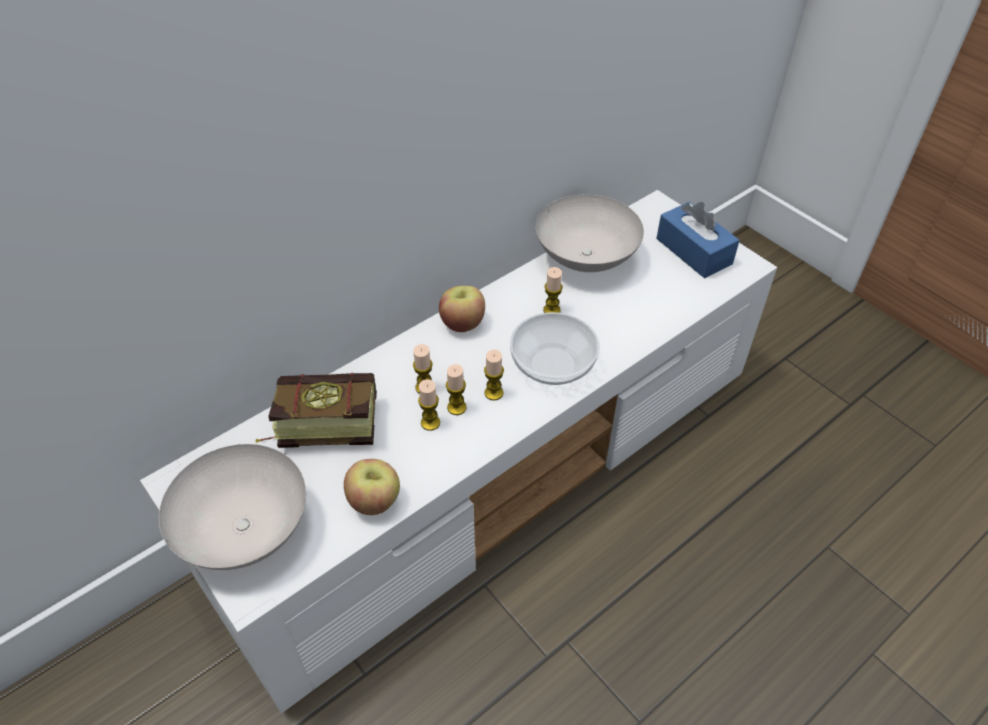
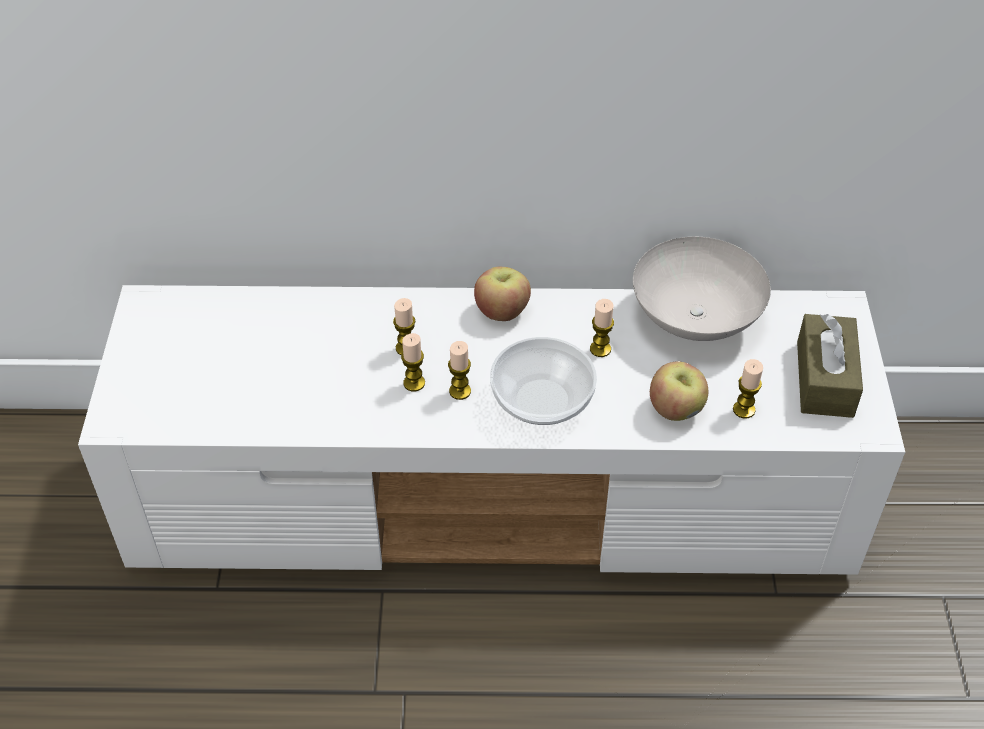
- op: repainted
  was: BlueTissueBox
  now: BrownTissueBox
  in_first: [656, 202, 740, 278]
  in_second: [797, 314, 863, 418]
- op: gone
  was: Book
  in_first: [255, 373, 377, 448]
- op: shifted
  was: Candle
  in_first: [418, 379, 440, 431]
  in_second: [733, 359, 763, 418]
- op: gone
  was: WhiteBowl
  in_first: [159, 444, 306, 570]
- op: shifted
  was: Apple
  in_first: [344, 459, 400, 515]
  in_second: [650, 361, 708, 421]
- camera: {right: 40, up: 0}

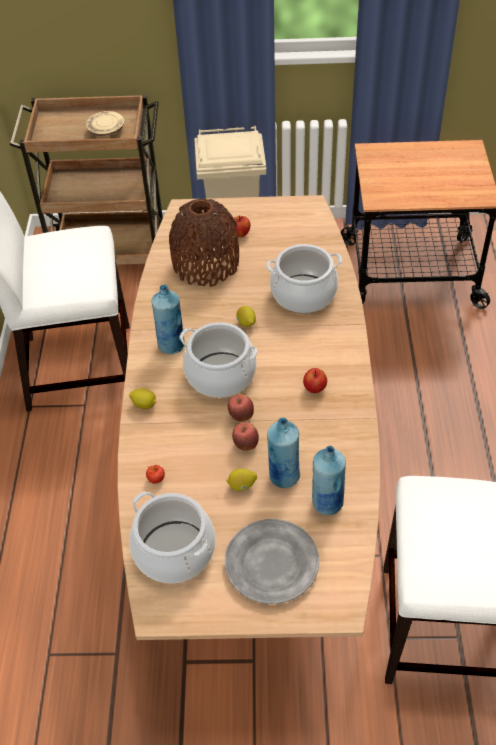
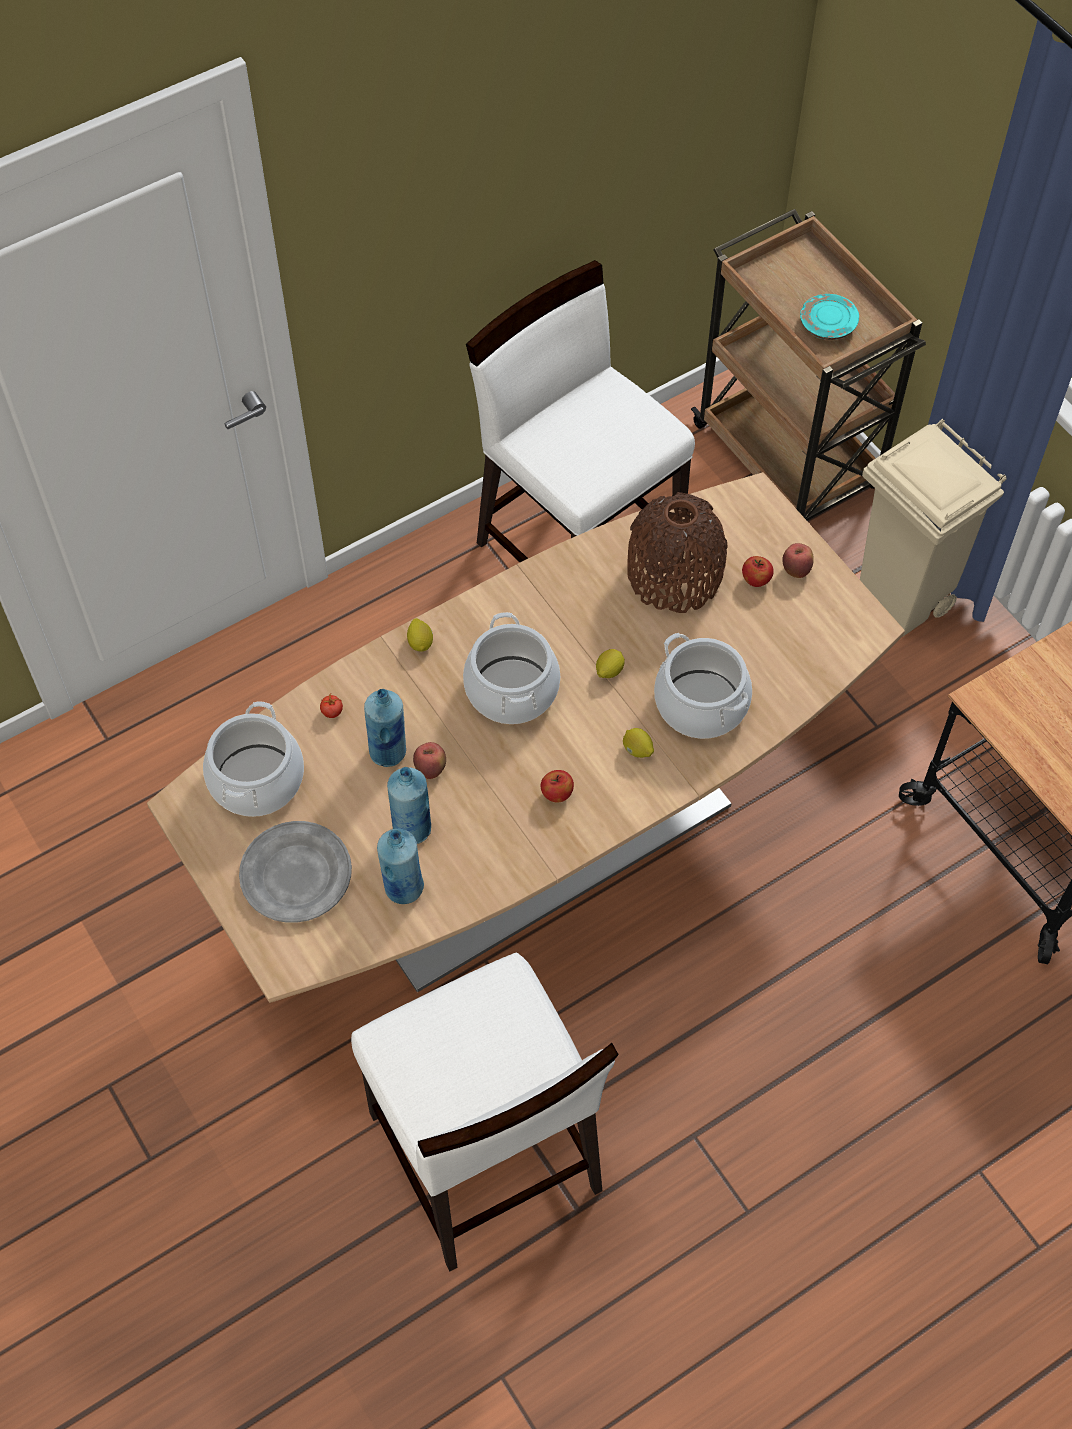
- op: repainted
  was: BeigePlate
  now: TurquoisePlate
  in_first: [86, 111, 124, 136]
  in_second: [800, 294, 859, 340]
- op: shifted
  was: BlueBottle
  in_first: [152, 284, 185, 354]
  in_second: [364, 689, 406, 767]
- op: shifted
  was: Apple
  in_first: [228, 394, 254, 422]
  in_second: [782, 543, 814, 578]
- op: shifted
  was: Lemon
  in_first: [227, 469, 257, 491]
  in_second: [623, 728, 654, 758]
- camera: {right: 55, up: 10}

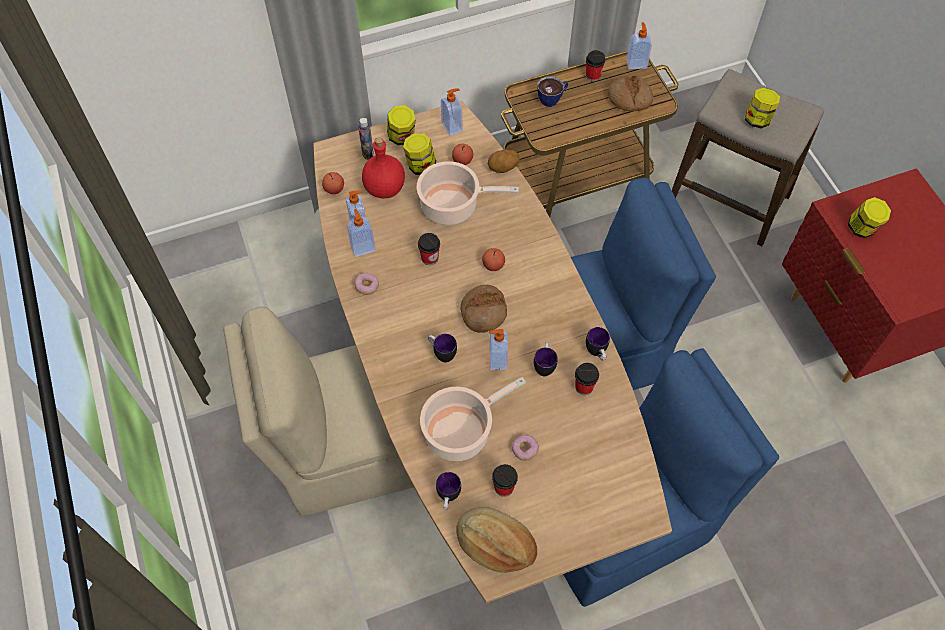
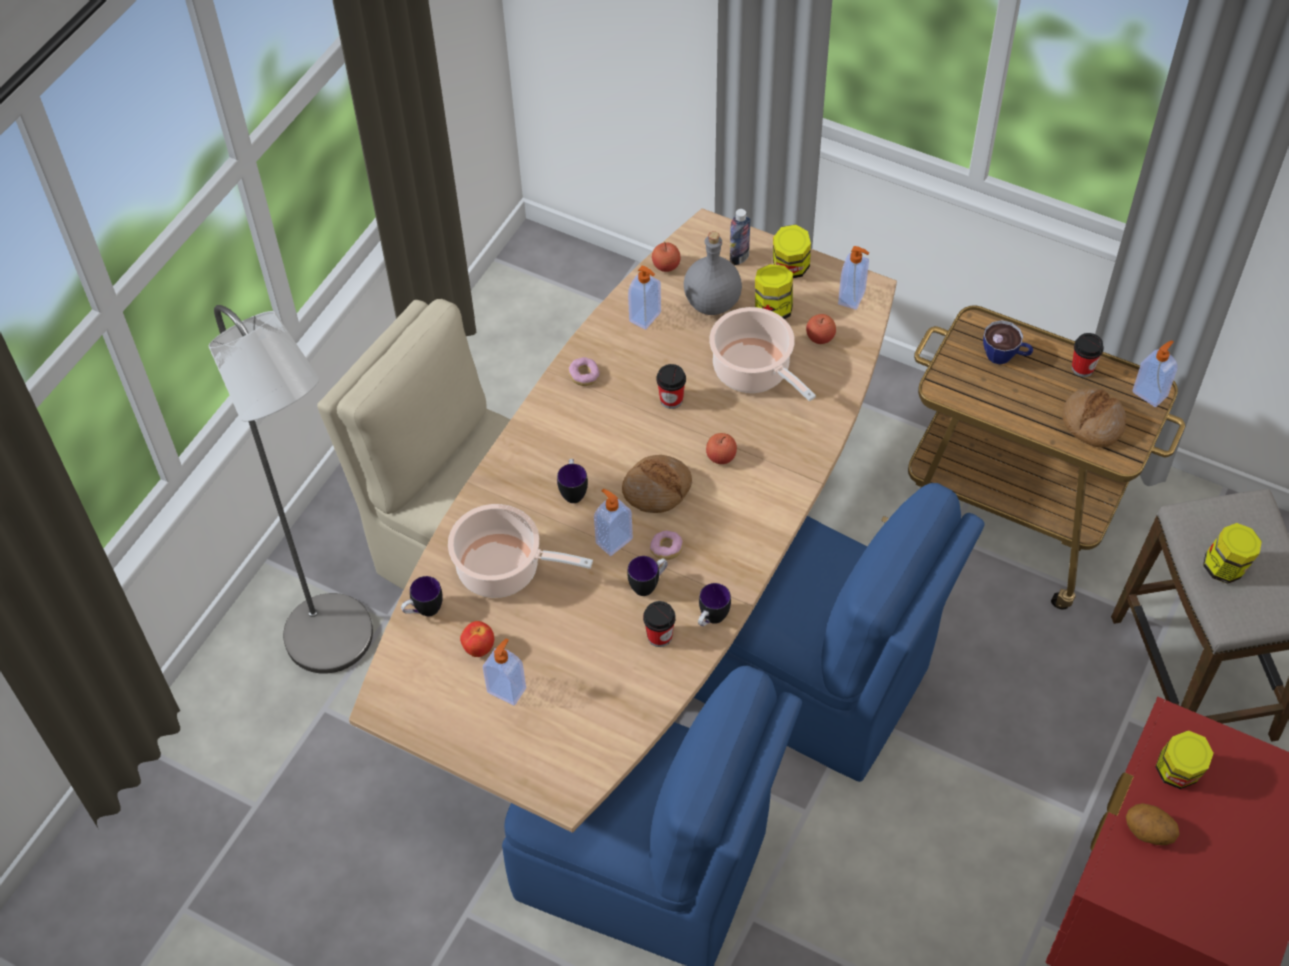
- op: repainted
  was: RedBottle
  now: GreyBottle
  in_first: [362, 137, 405, 198]
  in_second: [684, 231, 742, 315]
- op: shifted
  was: Potato
  in_first: [488, 150, 520, 173]
  in_second: [1126, 803, 1179, 845]
- op: shifted
  was: SoapDispenser
  in_first: [347, 209, 376, 257]
  in_second: [483, 638, 526, 706]
- op: shifted
  was: Donut
  in_first: [512, 435, 539, 461]
  in_second: [650, 530, 683, 560]
- op: swapped
  was: Cup
  now: Apple
  in_first: [492, 464, 518, 497]
  in_second: [460, 621, 494, 657]
- op: gone
  was: Bread
  in_first: [456, 507, 537, 573]
- op: new
  now: GreyFloorLamp
  in_second: [209, 305, 373, 674]
- camera: {right: 50, up: -5}

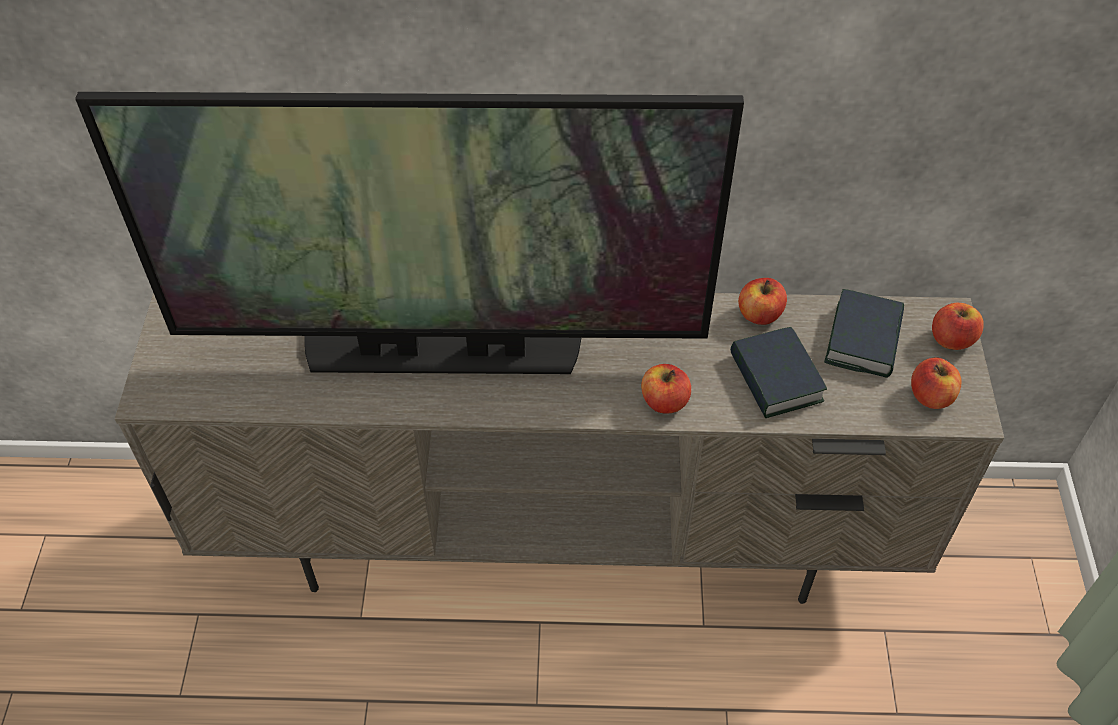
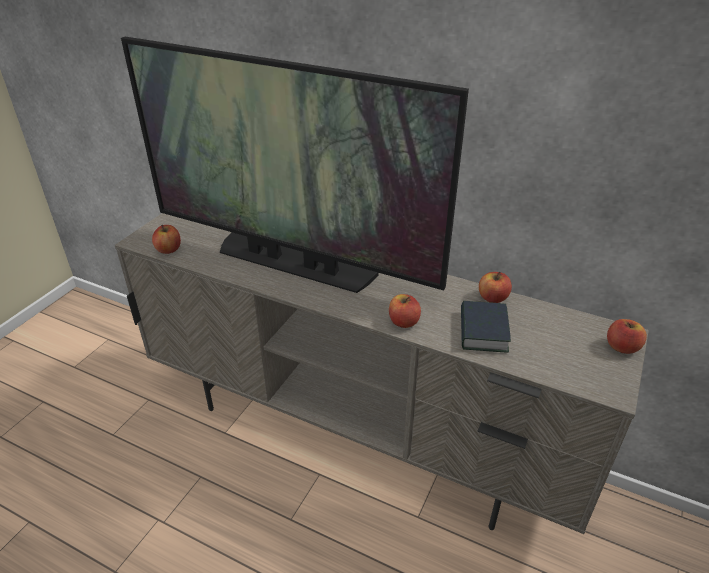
- op: gone
  was: Book
  in_first: [824, 289, 904, 378]
- op: shifted
  was: Apple
  in_first: [911, 357, 962, 409]
  in_second: [152, 225, 181, 254]
- camera: {right: 25, up: -15}

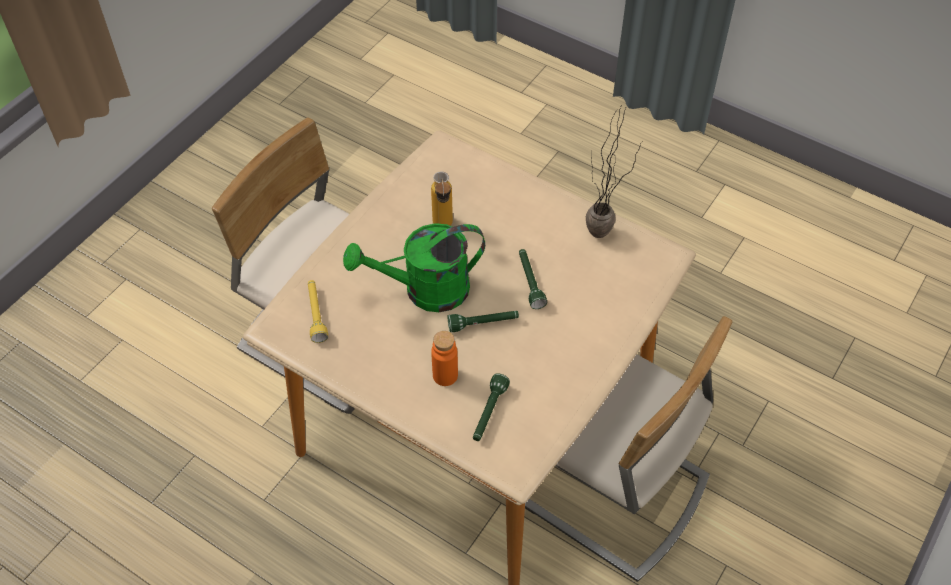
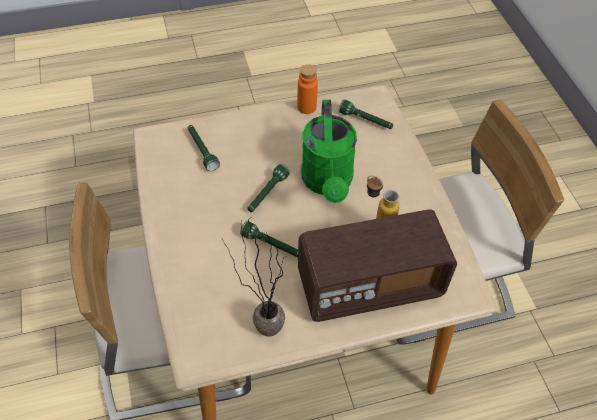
- op: rotated
  was: GreenWateringCan
  in_first: [343, 223, 485, 312]
  in_second: [301, 100, 357, 203]
  clockwise: 150
- op: repainted
  was: YellowFlashlight
  now: GreenFlashlight
  in_first: [308, 280, 328, 343]
  in_second: [339, 100, 393, 129]
- op: shifted
  was: OrangeBottle
  in_first: [431, 331, 458, 386]
  in_second: [297, 64, 318, 114]
- op: new
  now: Radio
  in_second: [298, 210, 457, 322]
- camera: {right: 130, up: 0}

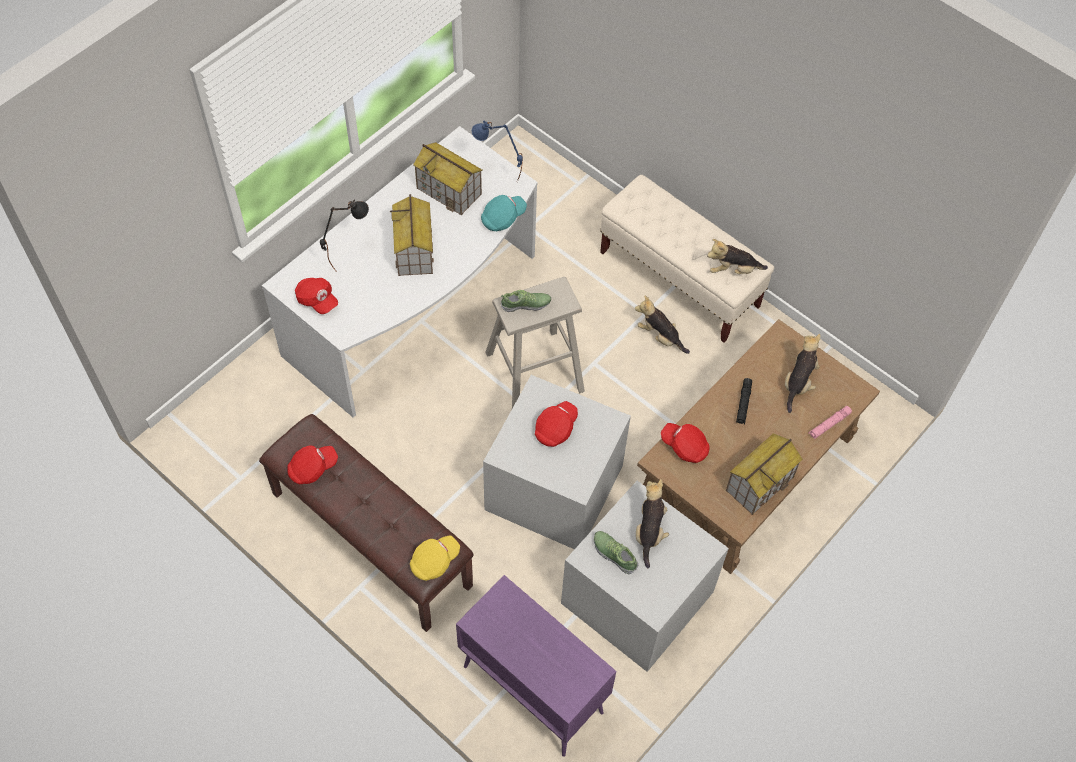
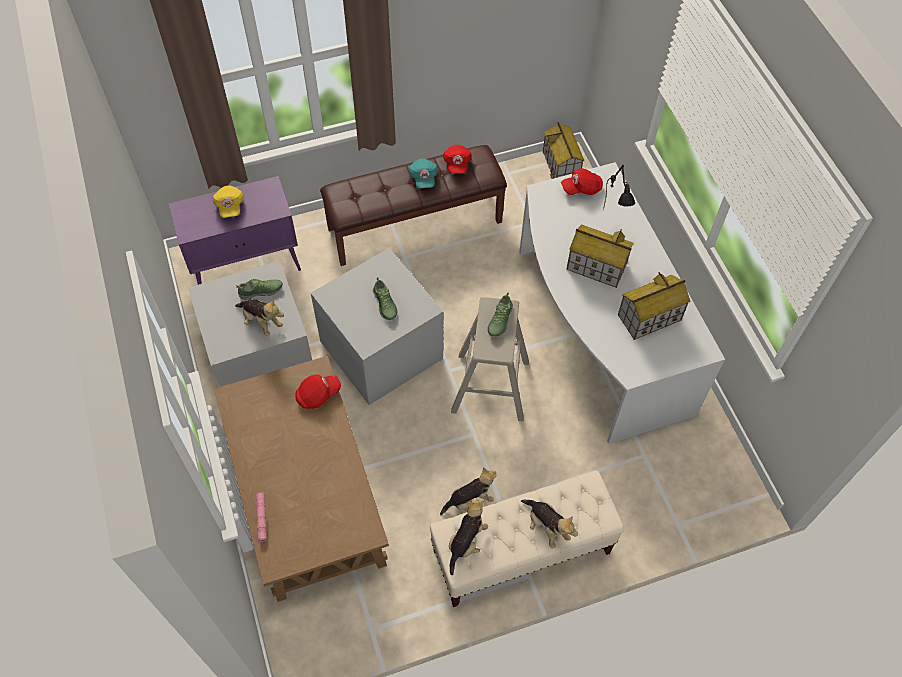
- op: gone
  was: BlueTableLamp
  in_first: [472, 121, 523, 182]
- op: shifted
  was: TurquoiseCap
  in_first: [481, 195, 527, 231]
  in_second: [409, 159, 438, 189]
- op: shifted
  was: PlushToy
  in_first: [785, 334, 821, 413]
  in_second: [521, 500, 578, 548]
- op: gone
  was: BlackFlashlight
  in_first: [736, 378, 752, 425]
- op: swapped
  was: RedCap
  now: Shoe
  in_first: [535, 401, 578, 447]
  in_second: [373, 277, 397, 320]
- op: shifted
  was: ToyHouse
  in_first: [726, 433, 803, 515]
  in_second: [543, 122, 585, 179]
- op: shifted
  was: YellowCap
  in_first: [410, 535, 460, 581]
  in_second: [213, 186, 244, 218]
- camera: {right: 120, up: 0}

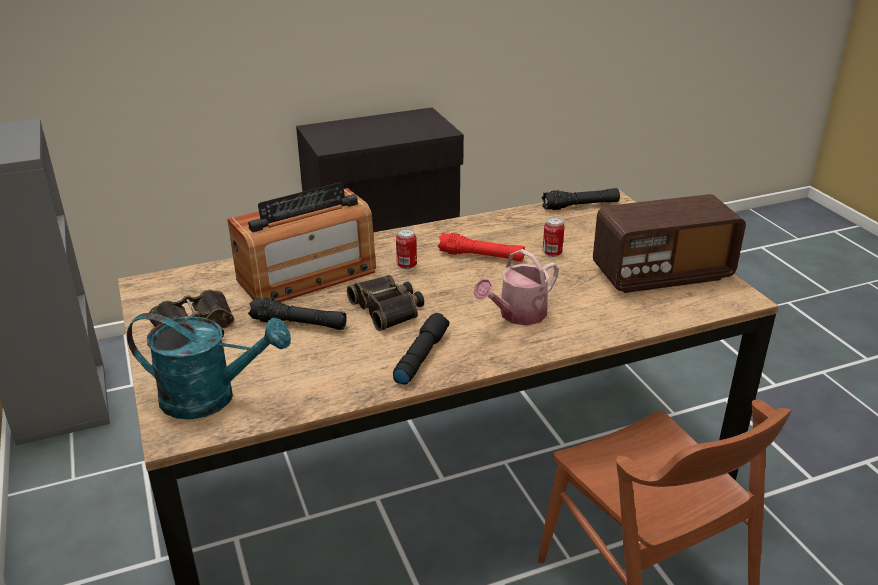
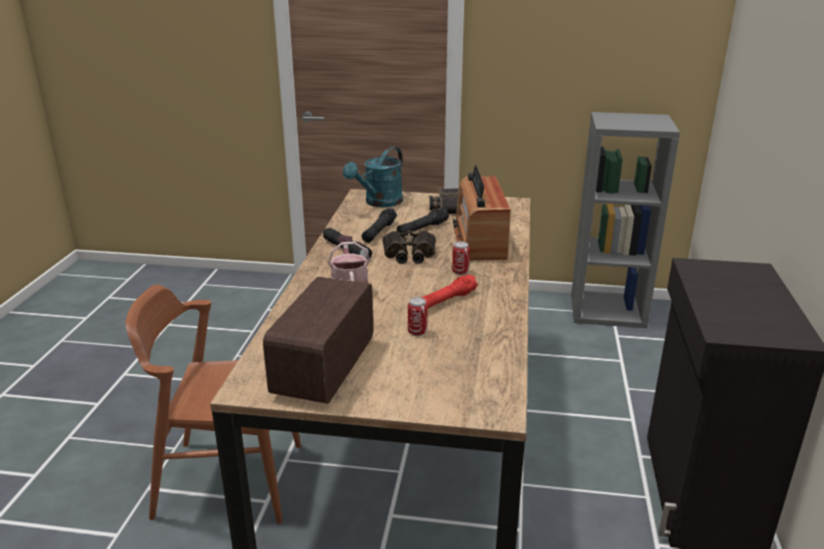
- op: shifted
  was: BlackFlashlight
  in_first: [542, 188, 620, 210]
  in_second: [362, 208, 397, 243]
- camera: {right: 120, up: -5}

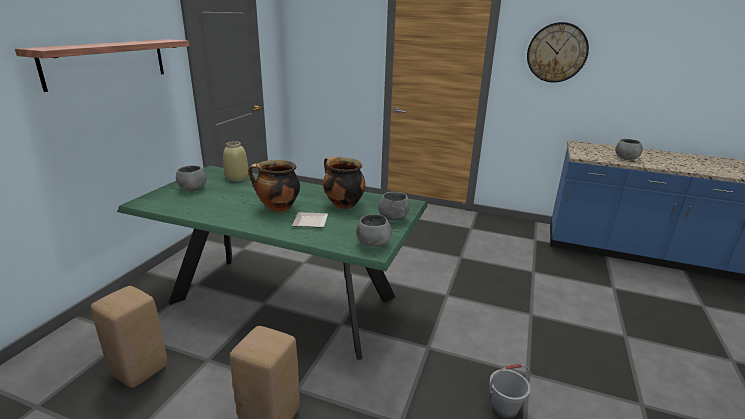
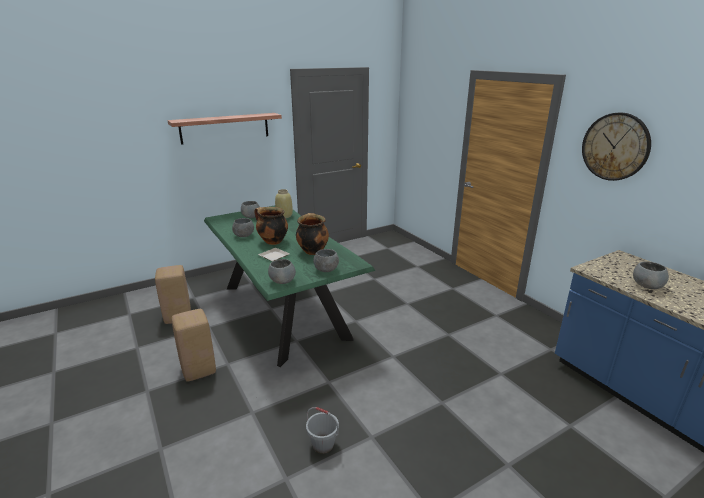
- op: new
  now: GreyBowl
  in_second: [232, 218, 254, 237]
- camera: {right: 40, up: 0}

